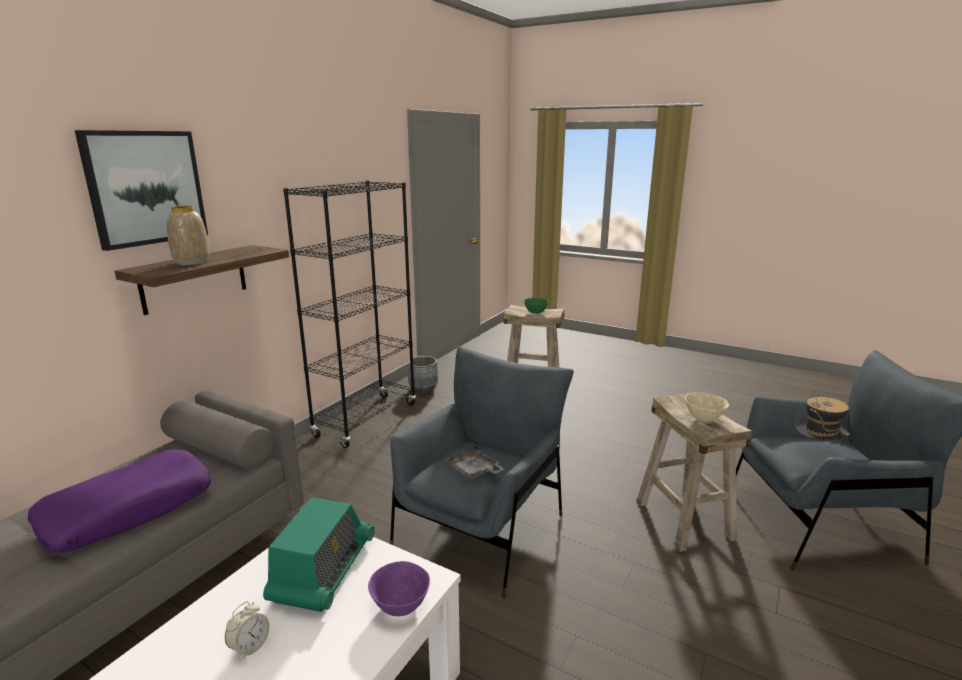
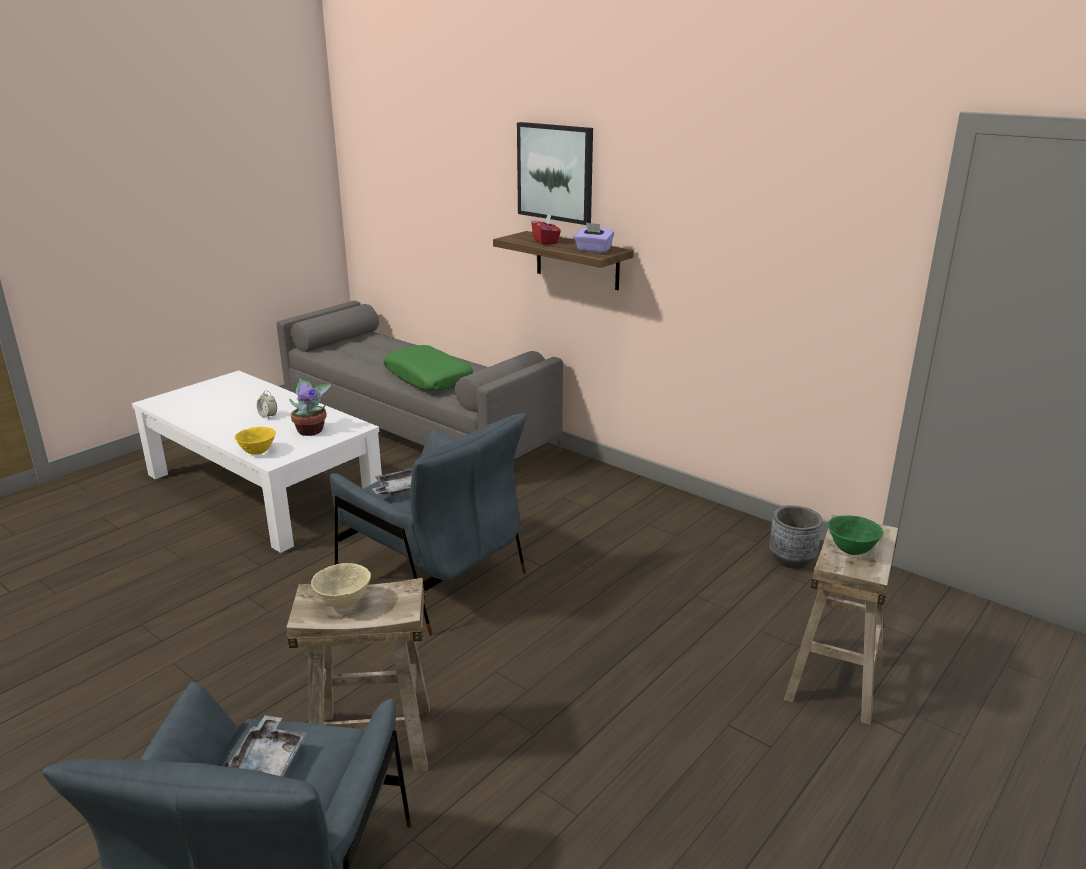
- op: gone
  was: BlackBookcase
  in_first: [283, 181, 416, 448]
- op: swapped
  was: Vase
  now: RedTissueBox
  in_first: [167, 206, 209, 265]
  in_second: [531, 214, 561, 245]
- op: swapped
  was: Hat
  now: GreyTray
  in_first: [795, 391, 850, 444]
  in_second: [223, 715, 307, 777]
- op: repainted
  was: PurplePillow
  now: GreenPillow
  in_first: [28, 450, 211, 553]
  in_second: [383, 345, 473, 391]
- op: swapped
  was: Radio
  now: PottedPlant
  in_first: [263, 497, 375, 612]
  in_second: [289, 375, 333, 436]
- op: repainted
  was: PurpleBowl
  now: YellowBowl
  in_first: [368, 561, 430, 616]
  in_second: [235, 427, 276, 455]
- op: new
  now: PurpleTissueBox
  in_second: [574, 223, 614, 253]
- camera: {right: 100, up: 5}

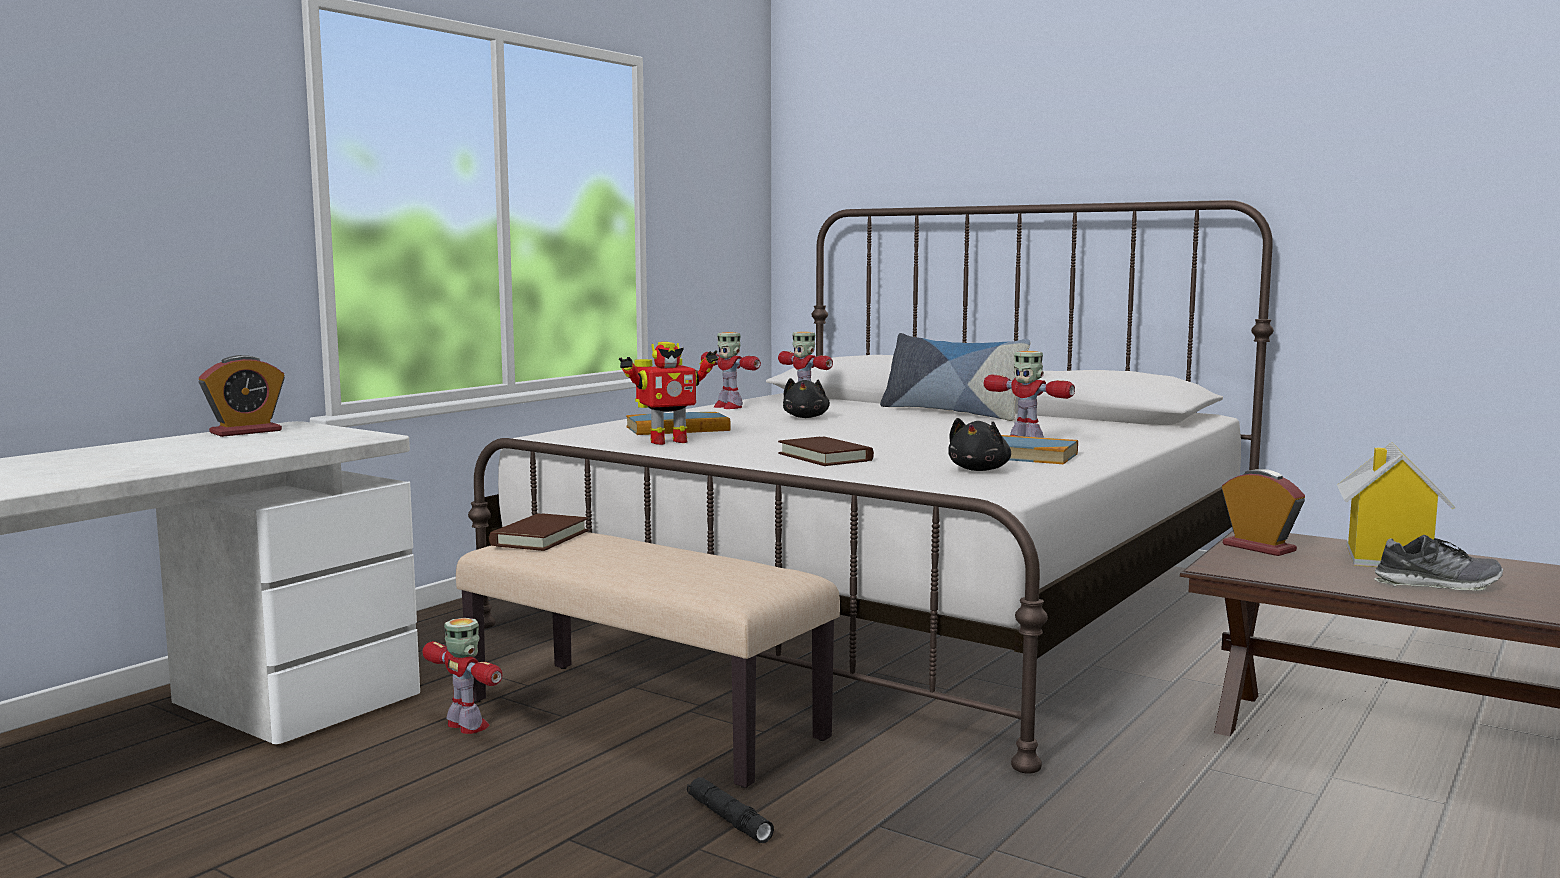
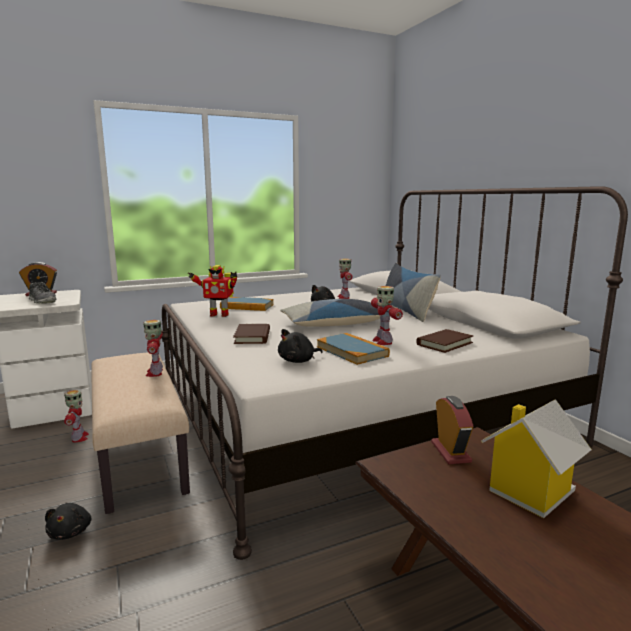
- op: shifted
  was: ToyRobot
  in_first: [701, 332, 761, 409]
  in_second: [143, 320, 163, 377]
- op: shifted
  was: BrownBook
  in_first: [489, 513, 589, 551]
  in_second: [416, 329, 473, 353]
- op: shifted
  was: Shoe
  in_first: [1375, 535, 1503, 591]
  in_second: [29, 282, 57, 304]
- op: swapped
  was: BlackFlashlight
  now: BlackPlushToy
  in_first: [687, 777, 774, 843]
  in_second: [45, 503, 92, 540]
- op: new
  now: Pillow
  in_second: [280, 299, 380, 327]
- camera: {right: 30, up: 5}

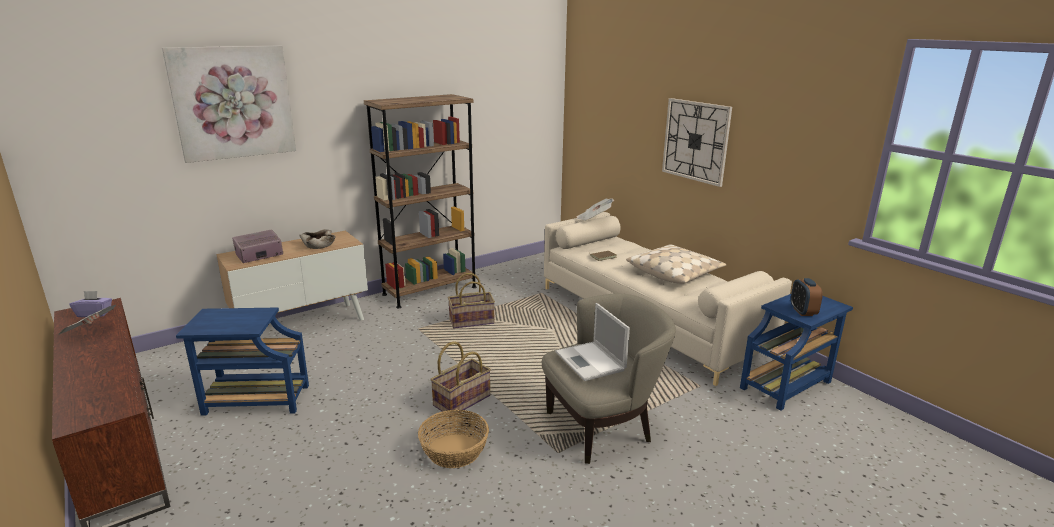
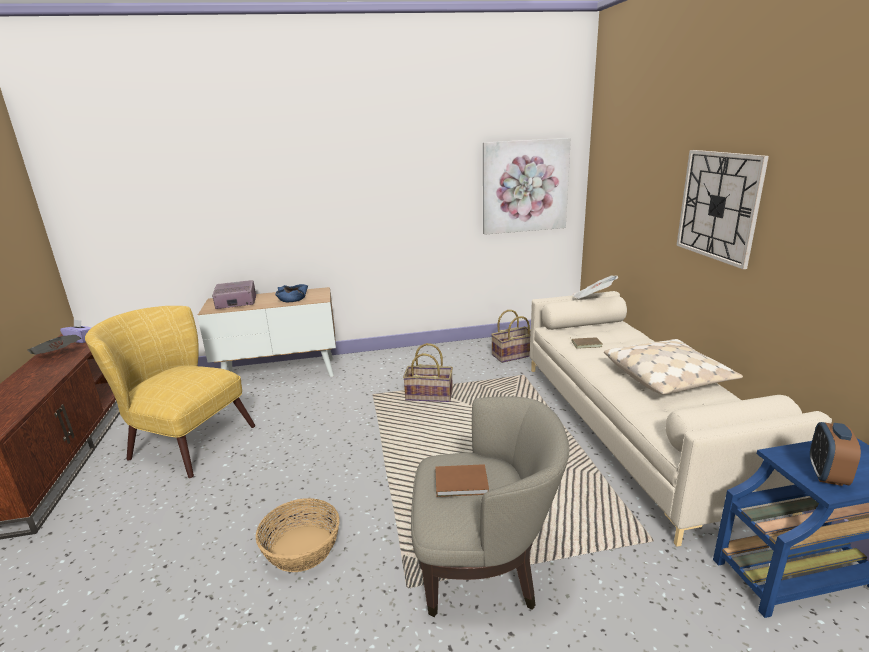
- op: shifted
  was: Picture
  in_first: [162, 45, 296, 163]
  in_second: [483, 138, 571, 235]
- op: gone
  was: BrownBookcase
  in_first: [364, 94, 476, 308]
- op: repainted
  was: BeigeBowl
  now: BlueBowl
  in_first: [299, 229, 336, 249]
  in_second: [275, 284, 308, 302]
- op: swapped
  was: Laptop
  now: BrownBook
  in_first: [556, 303, 630, 381]
  in_second: [435, 464, 489, 497]
- op: swapped
  was: BlueSideTable
  now: YellowArmchair
  in_first: [176, 307, 309, 416]
  in_second: [85, 306, 255, 478]
- op: shifted
  was: Basket
  in_first: [430, 341, 491, 414]
  in_second: [491, 310, 531, 363]
- camera: {right: 25, up: 0}

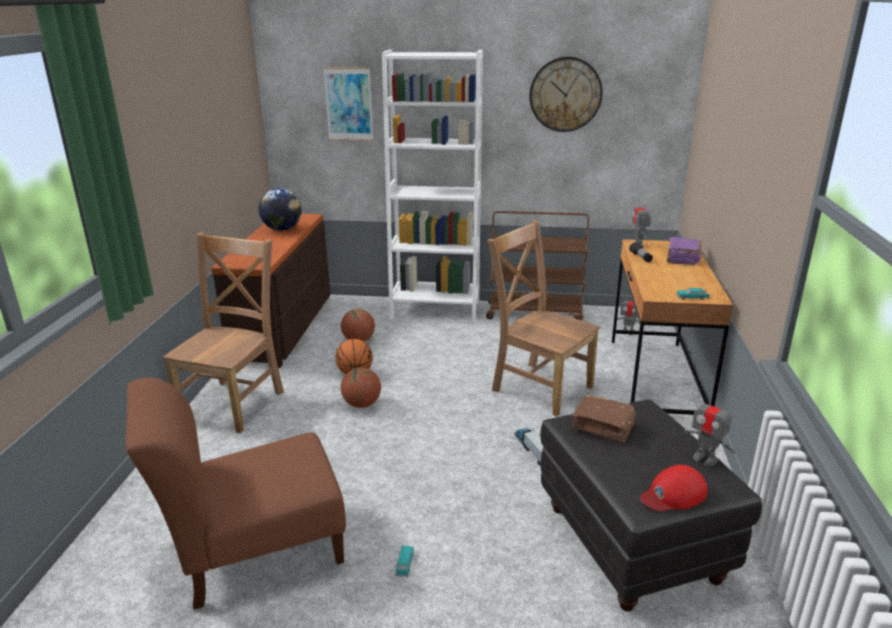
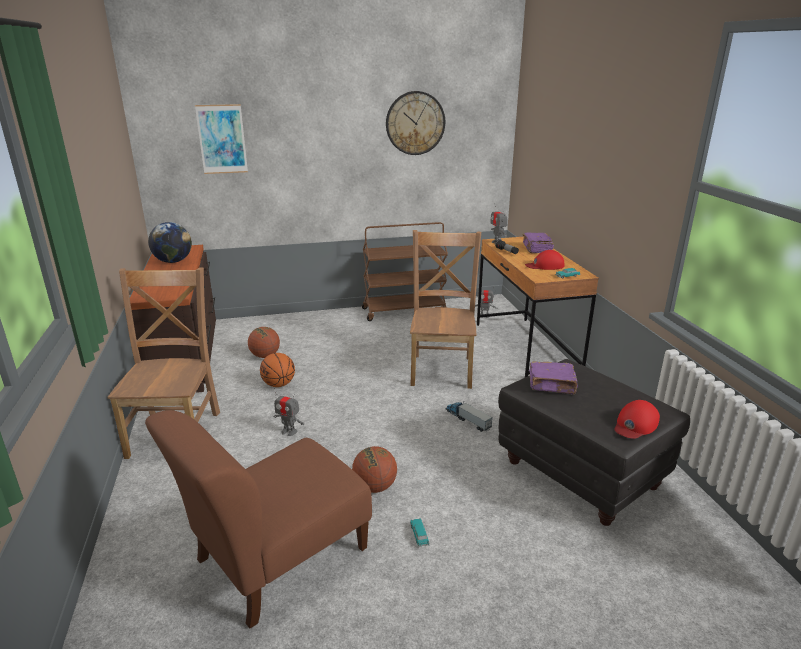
- op: gone
  was: WhiteBookcase
  in_first: [382, 50, 483, 323]
- op: rotated
  was: BrownChair
  in_first: [487, 220, 600, 417]
  in_second: [410, 230, 481, 389]
  clockwise: 75
- op: shifted
  was: Basketball
  in_first: [341, 367, 381, 408]
  in_second: [352, 446, 397, 493]
- op: shifted
  was: ToyRobot
  in_first: [683, 390, 736, 466]
  in_second: [273, 388, 304, 436]
- op: repainted
  was: BrownBook
  now: PurpleBook
  in_first: [573, 395, 636, 443]
  in_second: [529, 361, 578, 394]
- op: new
  now: RedCap
  in_second: [525, 250, 564, 270]
- camera: {right: -20, up: 0}

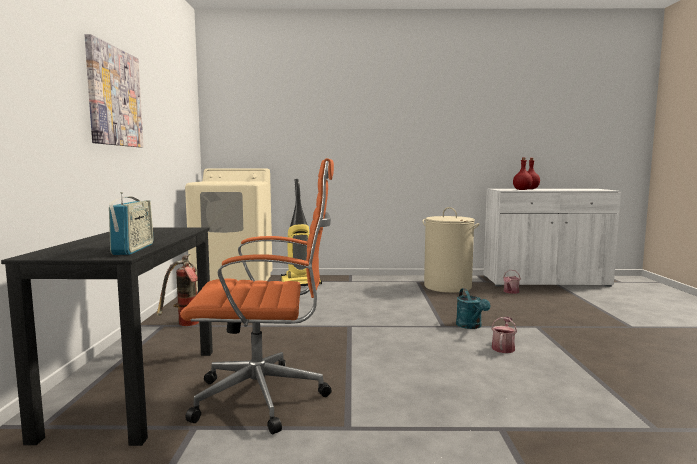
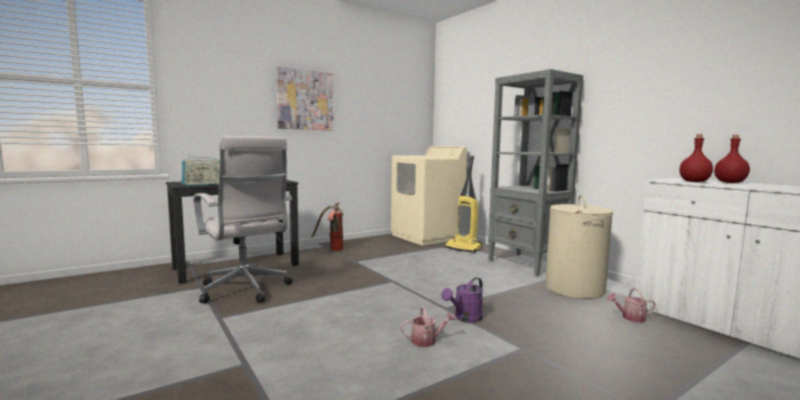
- op: repainted
  was: OrangeOfficeChair
  now: WhiteOfficeChair
  in_first: [180, 158, 334, 434]
  in_second: [194, 136, 292, 304]
- op: repainted
  was: TurquoiseWateringCan
  now: PurpleWateringCan
  in_first: [456, 288, 490, 329]
  in_second: [441, 277, 483, 323]
- op: new
  now: GreyBookcase
  in_second: [488, 69, 583, 276]
- camera: {right: 55, up: 0}

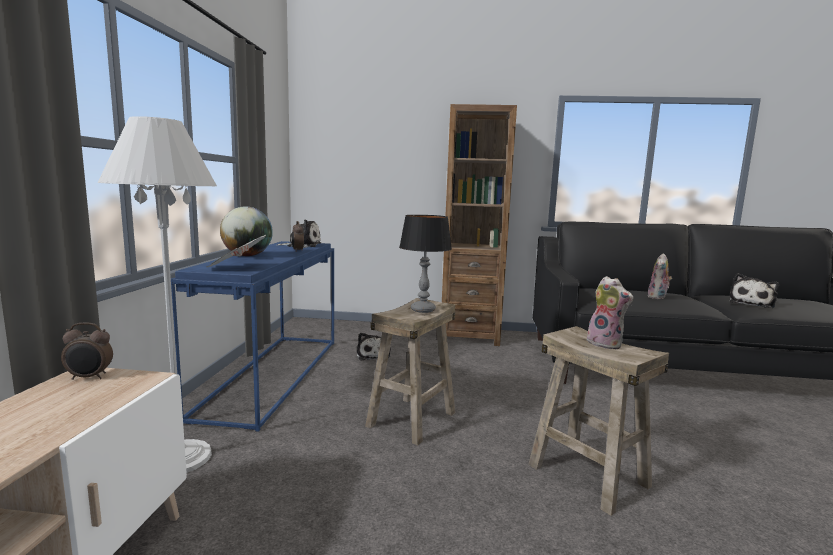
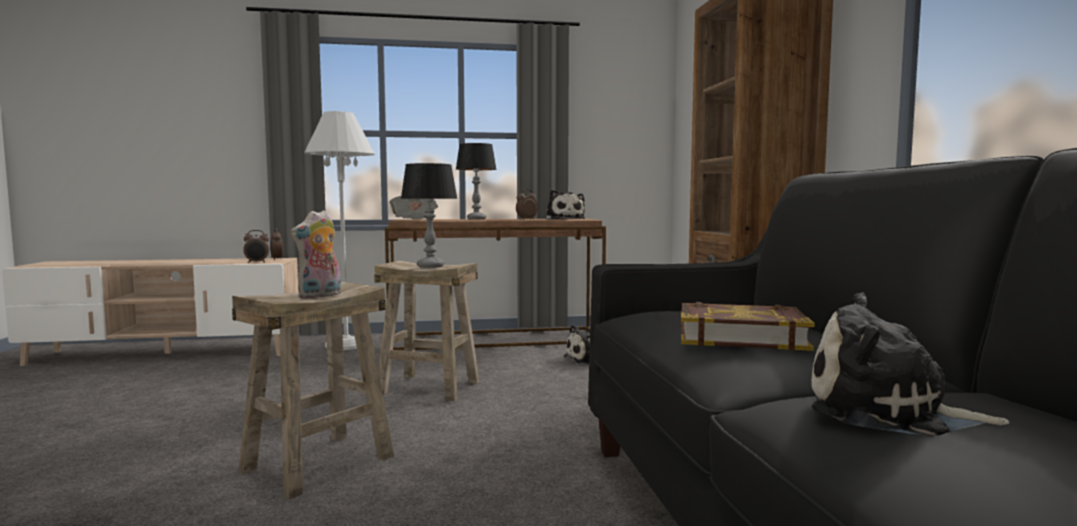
- op: swapped
  was: Globe
  now: TableLamp
  in_first: [220, 207, 273, 256]
  in_second: [456, 143, 497, 220]
- op: repainted
  was: BlueConsoleTable
  now: BrownConsoleTable
  in_first: [171, 241, 334, 432]
  in_second: [385, 219, 606, 351]
- op: swapped
  was: PlushToy
  now: Book
  in_first: [647, 253, 672, 299]
  in_second: [681, 302, 815, 351]
- op: new
  now: AlarmClock
  in_second: [243, 230, 269, 263]
- camera: {right: 75, up: -5}

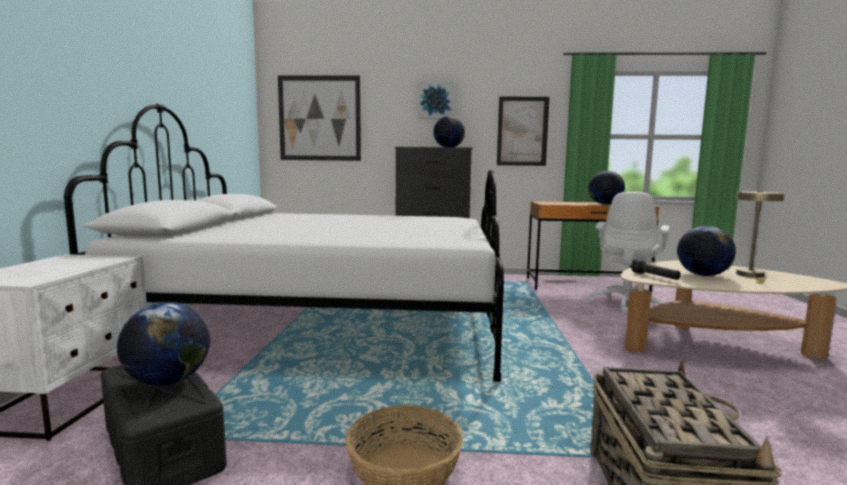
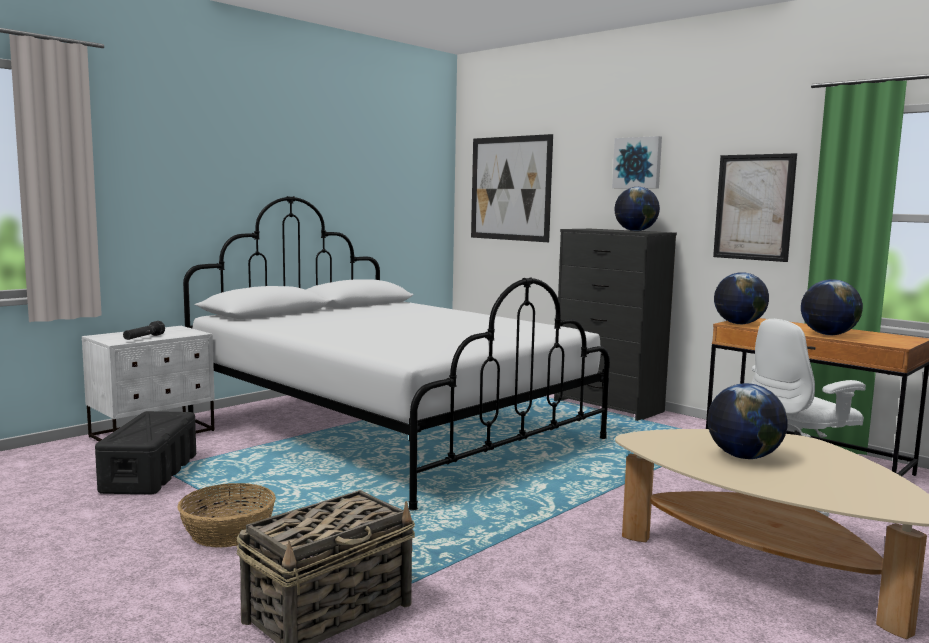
- op: gone
  was: BeigeTableLamp
  in_first: [736, 191, 785, 283]
- op: shifted
  was: BlackFlashlight
  in_first: [631, 259, 681, 280]
  in_second: [123, 321, 165, 340]
- op: shifted
  was: Globe
  in_first: [117, 302, 210, 386]
  in_second: [714, 272, 769, 324]
- camera: {right: 40, up: 0}

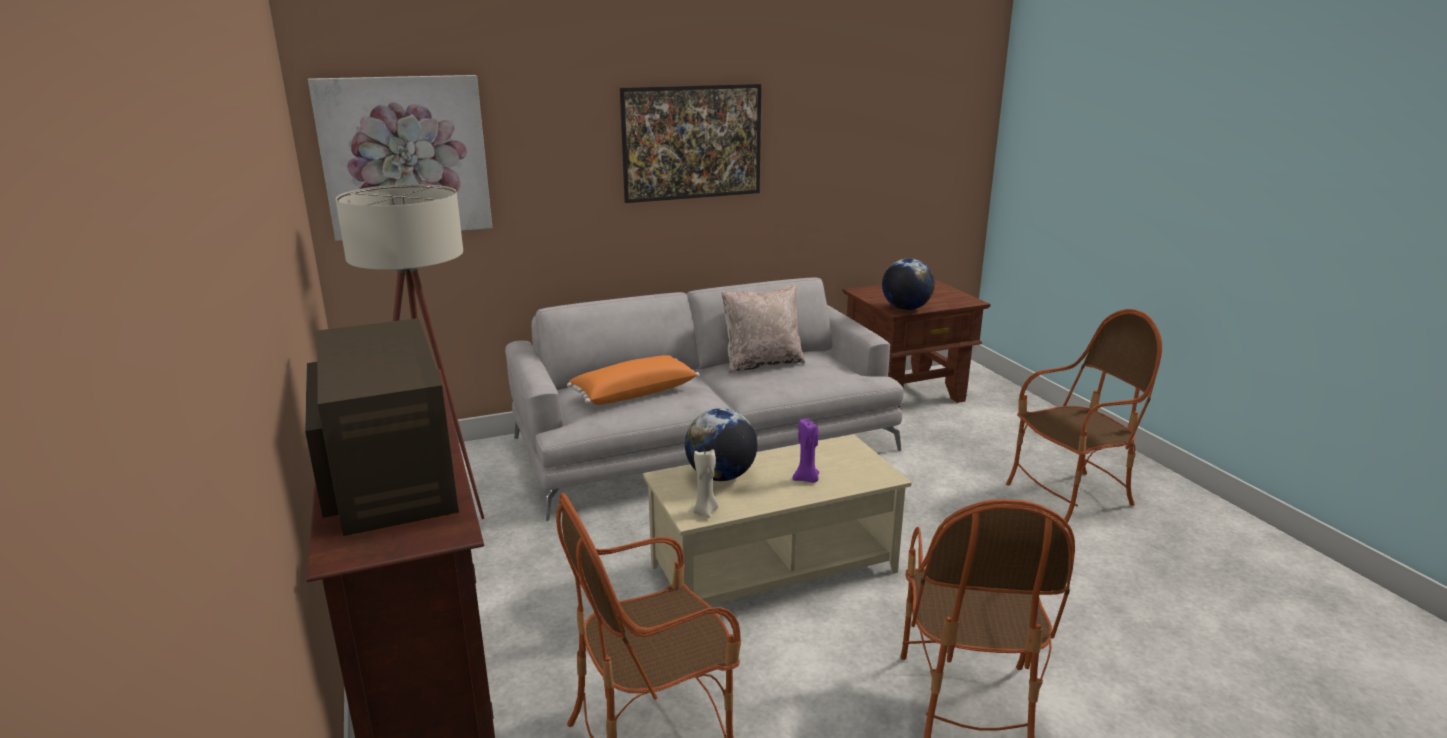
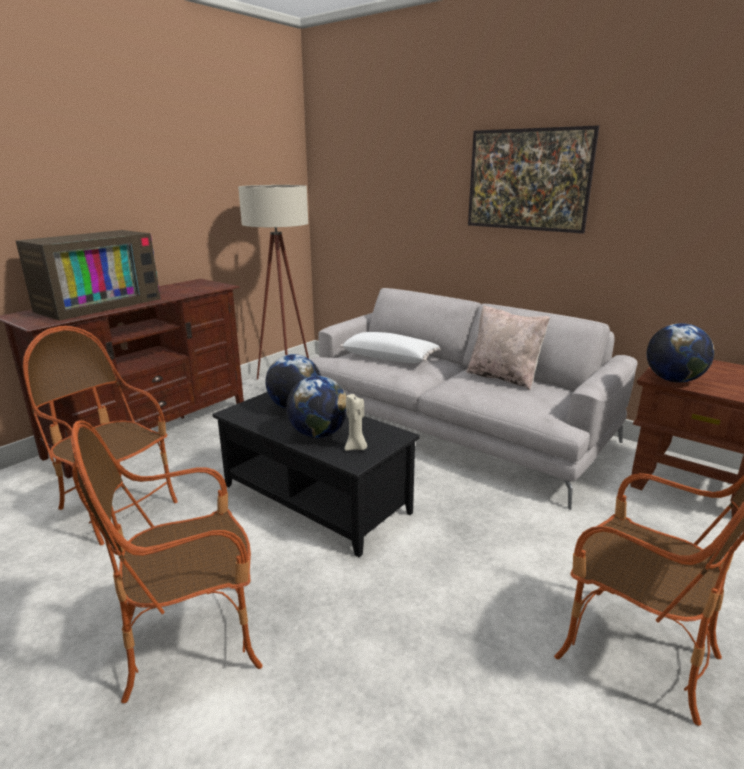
- op: gone
  was: Picture
  in_first: [308, 75, 492, 241]
- op: repainted
  was: OrangePillow
  now: WhitePillow
  in_first: [567, 355, 699, 405]
  in_second: [340, 332, 441, 363]
- op: swapped
  was: PurpleCandle
  now: Globe
  in_first: [792, 419, 819, 483]
  in_second: [286, 376, 347, 438]
- op: repainted
  was: BeigeCoffeeTable
  now: BlackCoffeeTable
  in_first: [643, 434, 912, 605]
  in_second: [212, 392, 420, 557]
- op: shifted
  was: BeigeCandle
  in_first: [693, 449, 719, 518]
  in_second: [345, 394, 367, 451]
- camera: {right: 60, up: 0}

